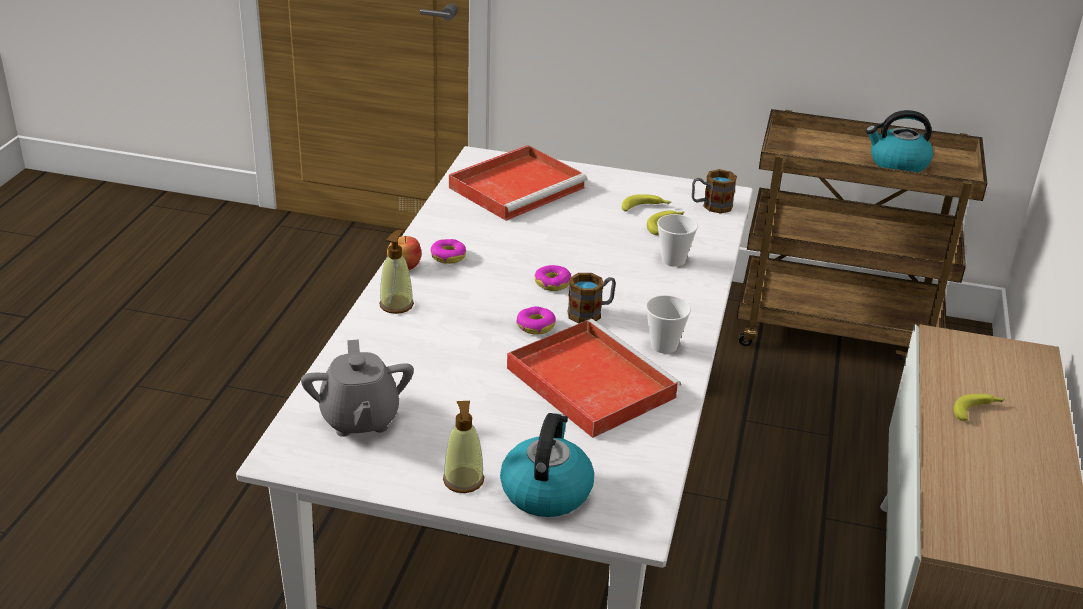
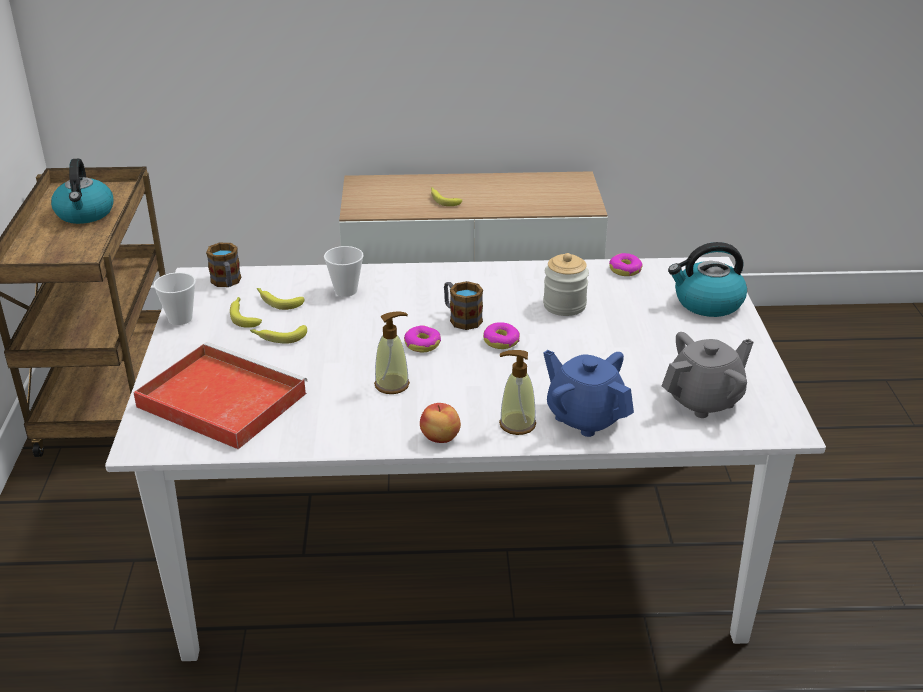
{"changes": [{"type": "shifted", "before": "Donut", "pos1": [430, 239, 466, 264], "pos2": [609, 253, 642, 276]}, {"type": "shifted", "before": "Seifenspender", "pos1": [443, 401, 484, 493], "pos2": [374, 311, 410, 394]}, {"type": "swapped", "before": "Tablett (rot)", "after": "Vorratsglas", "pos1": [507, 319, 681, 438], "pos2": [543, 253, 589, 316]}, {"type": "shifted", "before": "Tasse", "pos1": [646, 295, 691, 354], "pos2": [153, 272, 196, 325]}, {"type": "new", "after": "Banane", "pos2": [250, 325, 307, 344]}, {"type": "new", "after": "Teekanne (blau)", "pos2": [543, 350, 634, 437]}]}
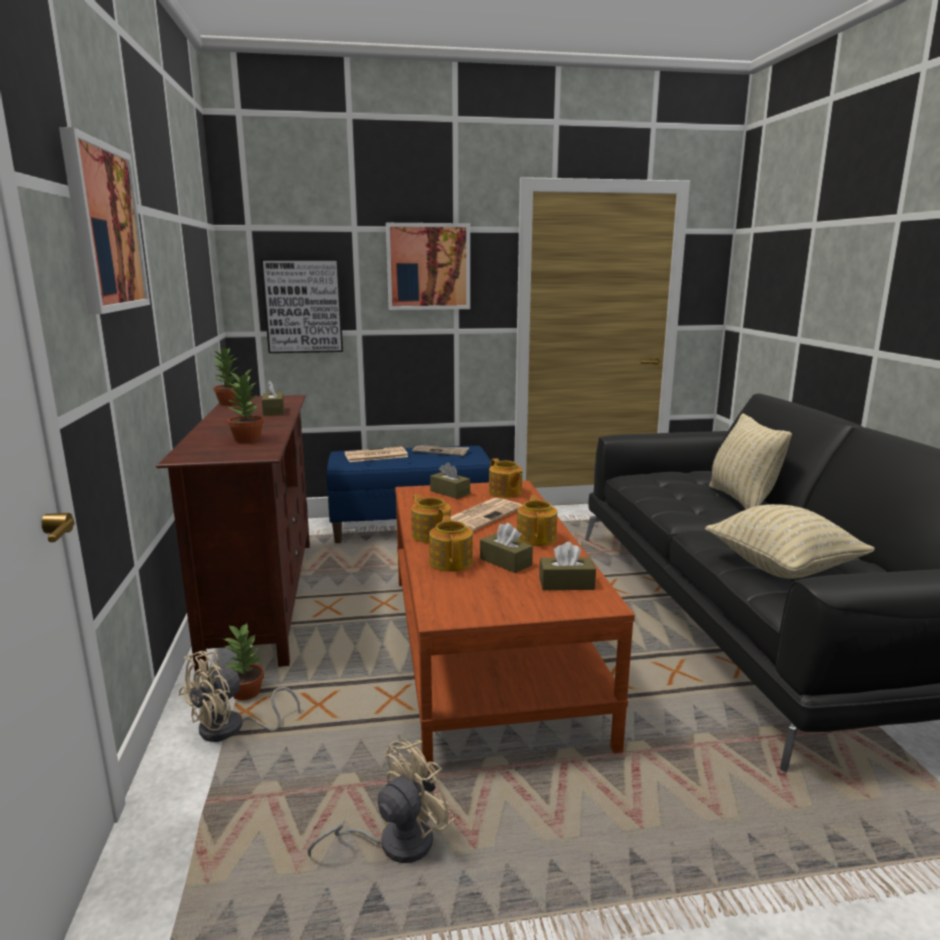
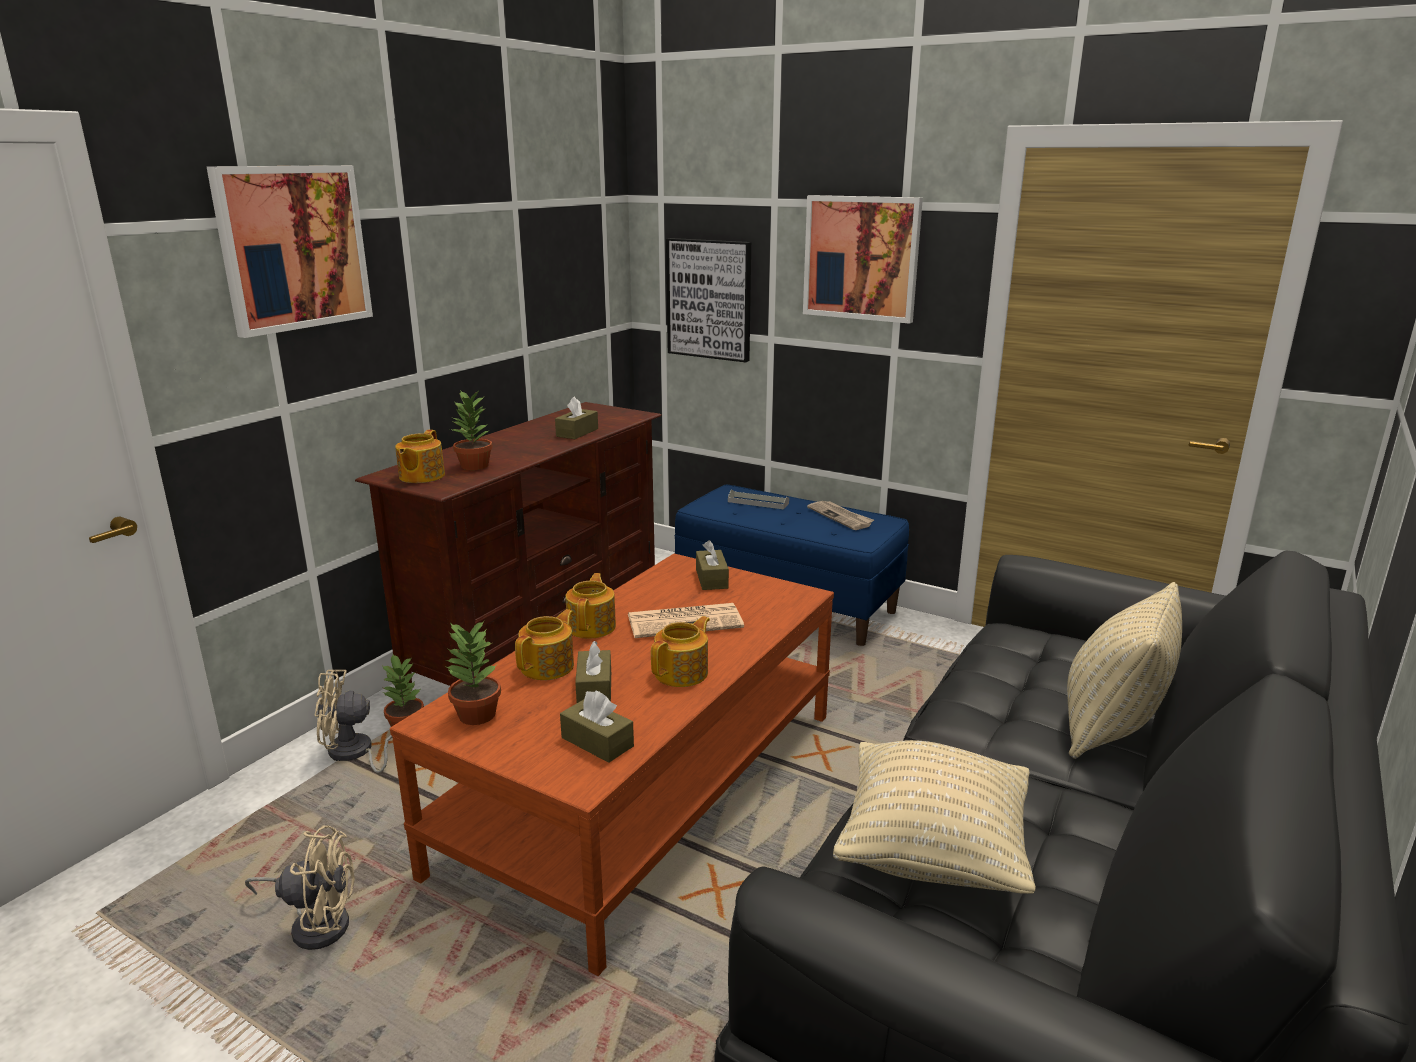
{"changes": [{"type": "shifted", "before": "Topfpflanze", "pos1": [212, 347, 239, 405], "pos2": [446, 620, 501, 725]}, {"type": "swapped", "before": "Zeitung", "after": "Tablett (grau)", "pos1": [344, 446, 408, 462], "pos2": [728, 490, 789, 509]}, {"type": "shifted", "before": "Teekanne", "pos1": [489, 458, 523, 498], "pos2": [395, 430, 445, 483]}]}
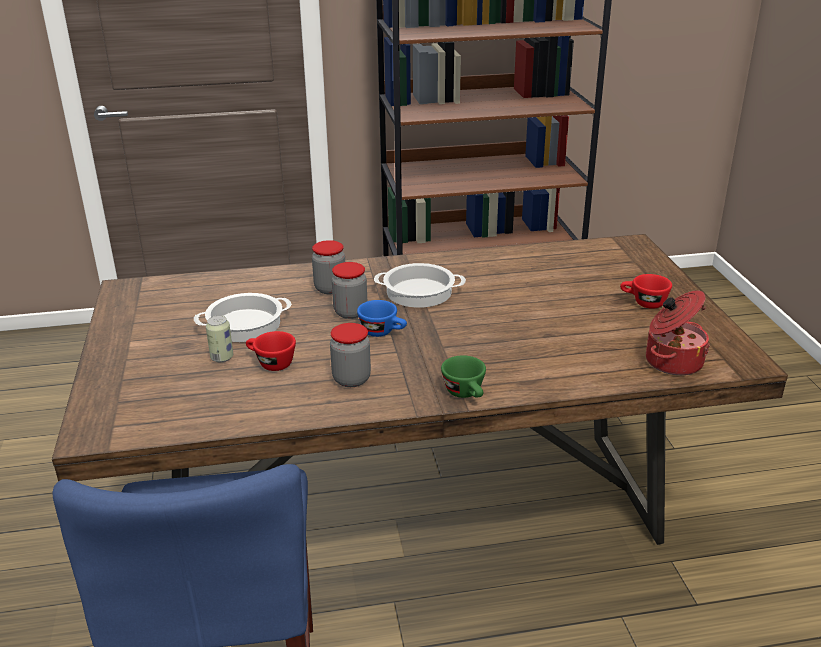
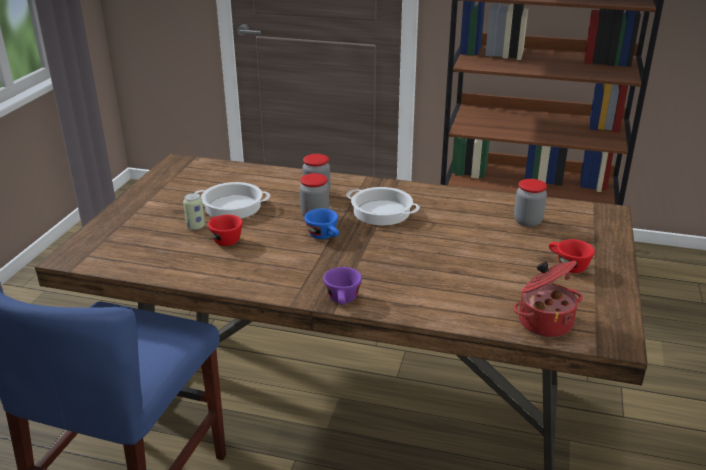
{"changes": [{"type": "shifted", "before": "Vorratsglas", "pos1": [330, 323, 371, 387], "pos2": [514, 179, 547, 227]}, {"type": "repainted", "before": "Tasse (grün)", "after": "Tasse (lila)", "pos1": [441, 355, 486, 398], "pos2": [323, 267, 362, 305]}]}
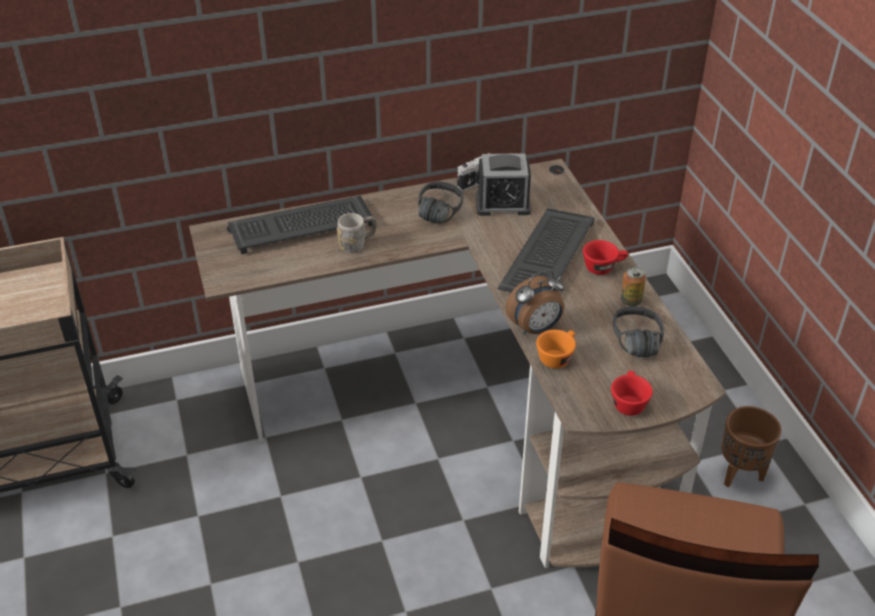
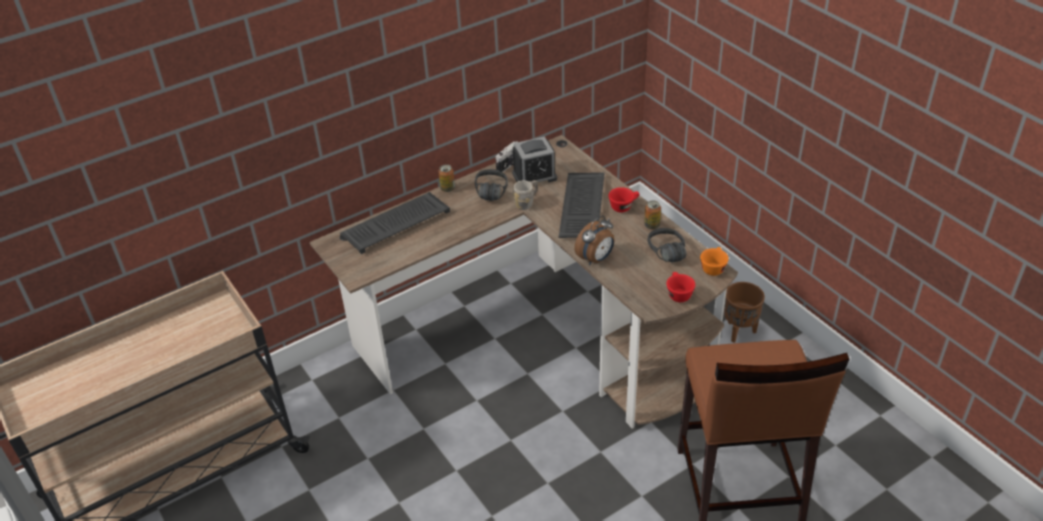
{"changes": [{"type": "shifted", "before": "Henkelbecher (grau)", "pos1": [337, 213, 377, 253], "pos2": [513, 180, 538, 210]}, {"type": "shifted", "before": "Tasse (orange)", "pos1": [536, 330, 576, 369], "pos2": [700, 247, 729, 276]}, {"type": "new", "after": "Dose", "pos2": [438, 165, 455, 192]}]}
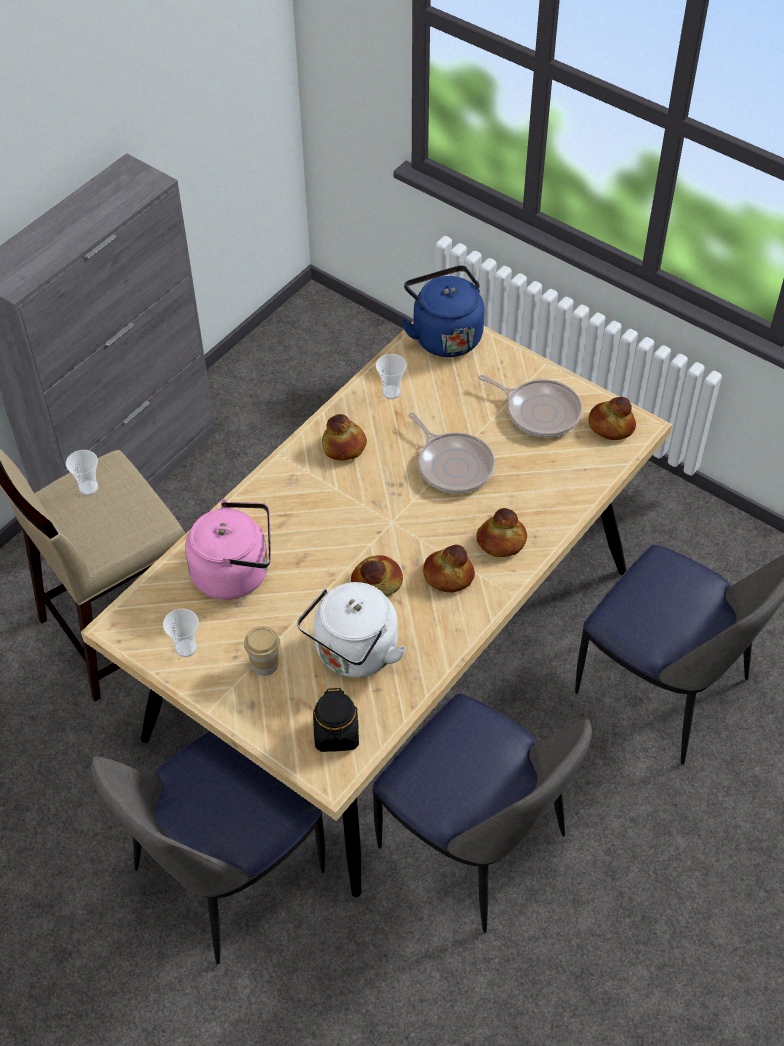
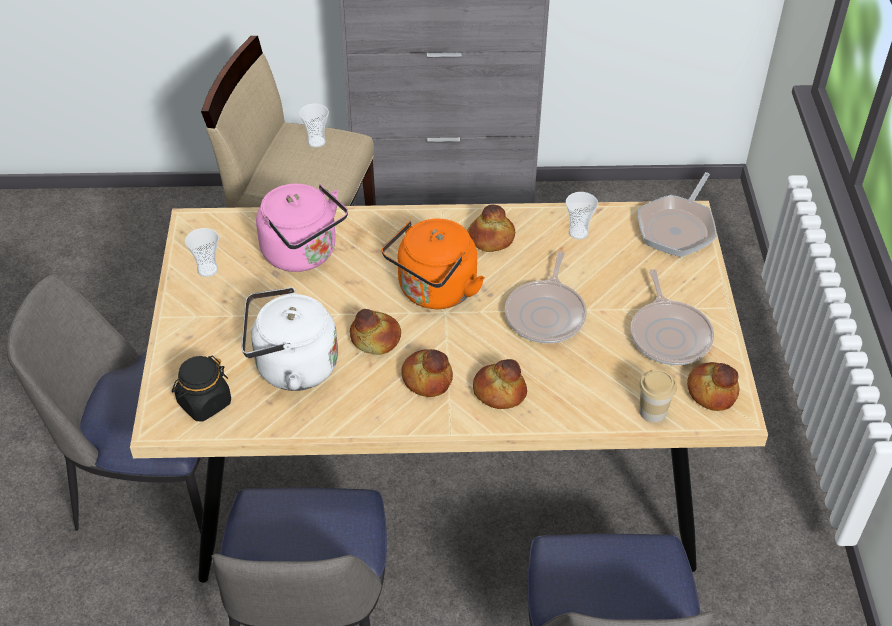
{"changes": [{"type": "shifted", "before": "Tasse", "pos1": [244, 626, 280, 676], "pos2": [639, 369, 677, 423]}, {"type": "swapped", "before": "Wasserkessel (blau)", "after": "Pfanne", "pos1": [402, 265, 484, 357], "pos2": [638, 172, 717, 257]}, {"type": "new", "after": "Wasserkessel (orange)", "pos2": [382, 218, 485, 309]}]}
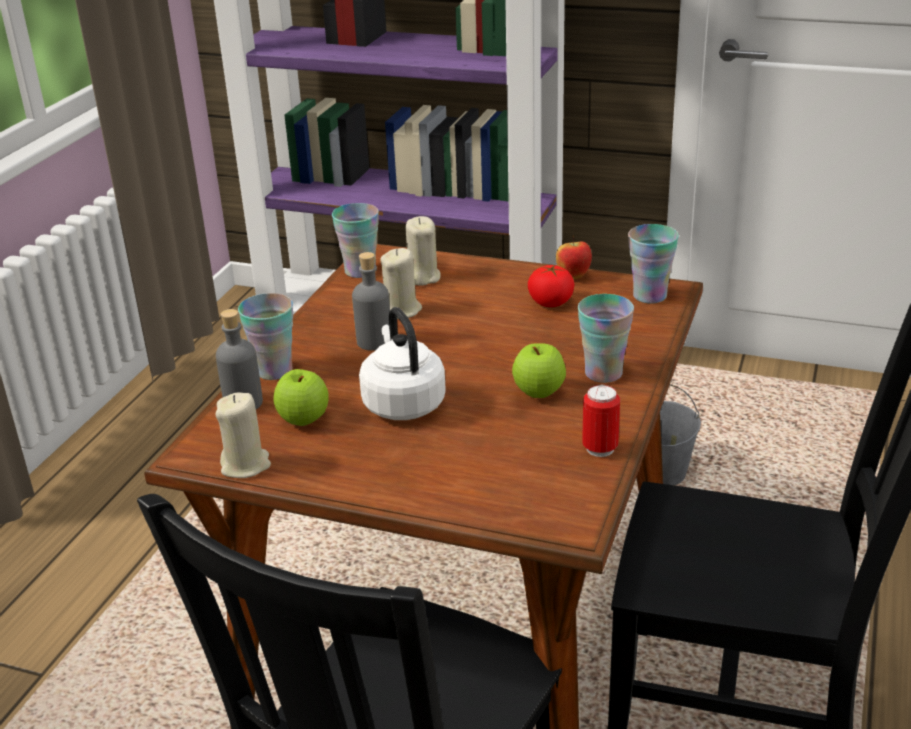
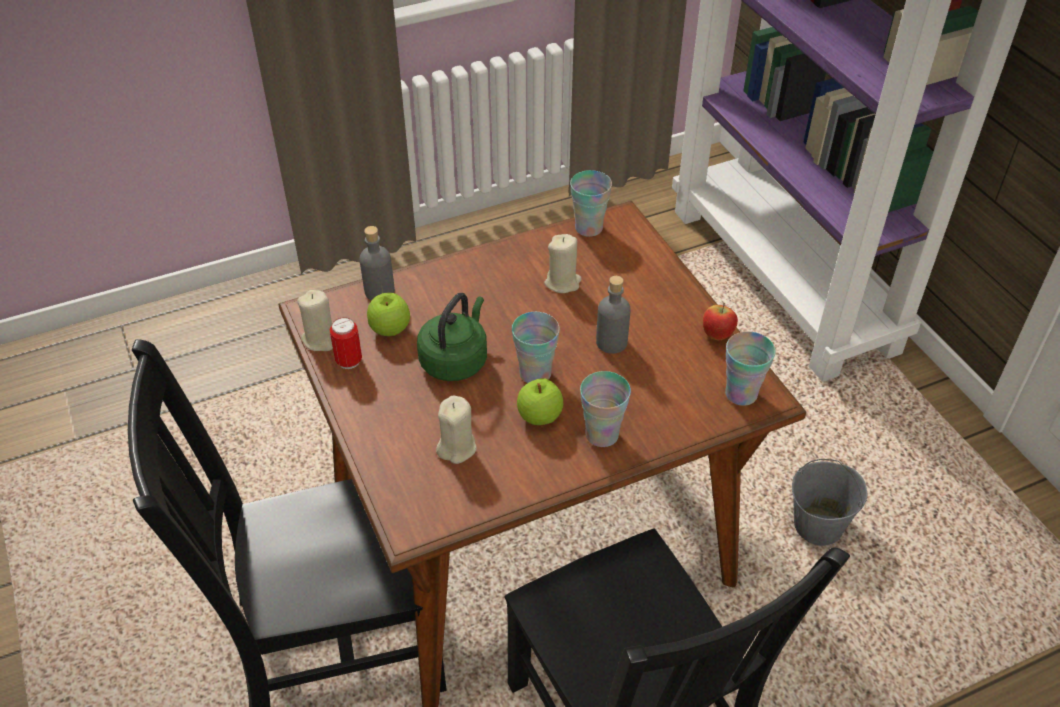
{"changes": [{"type": "shifted", "before": "Tasse", "pos1": [238, 293, 293, 380], "pos2": [512, 312, 560, 383]}, {"type": "shifted", "before": "Flasche (grau)", "pos1": [352, 252, 390, 351], "pos2": [596, 276, 631, 354]}, {"type": "repainted", "before": "Wasserkessel (weiß)", "after": "Wasserkessel (grün)", "pos1": [359, 307, 446, 420], "pos2": [417, 293, 487, 381]}, {"type": "shifted", "before": "Kerze (beige)", "pos1": [405, 216, 441, 286], "pos2": [436, 395, 477, 464]}, {"type": "gone", "before": "Tomate", "pos1": [528, 265, 574, 307]}, {"type": "shifted", "before": "Dose", "pos1": [582, 385, 620, 457], "pos2": [330, 317, 362, 369]}]}
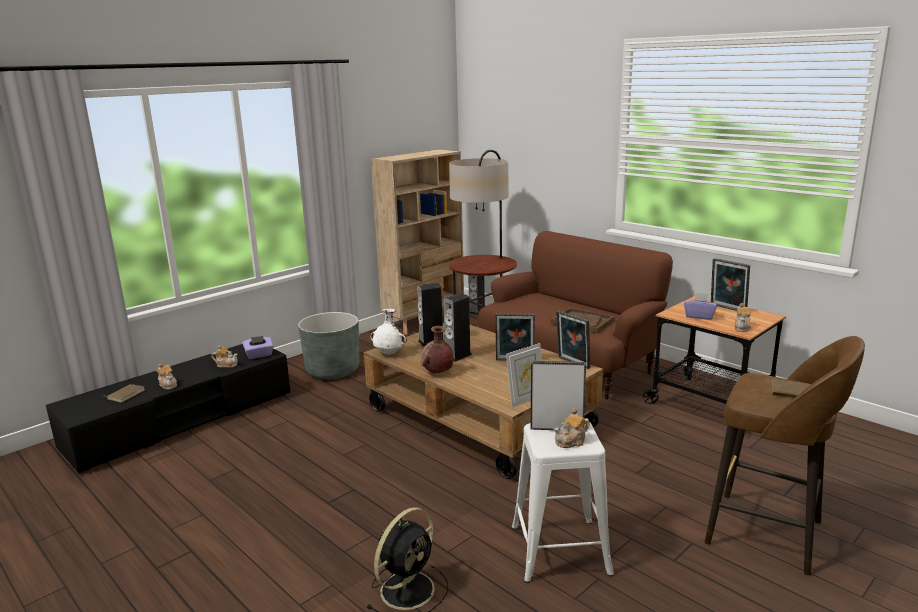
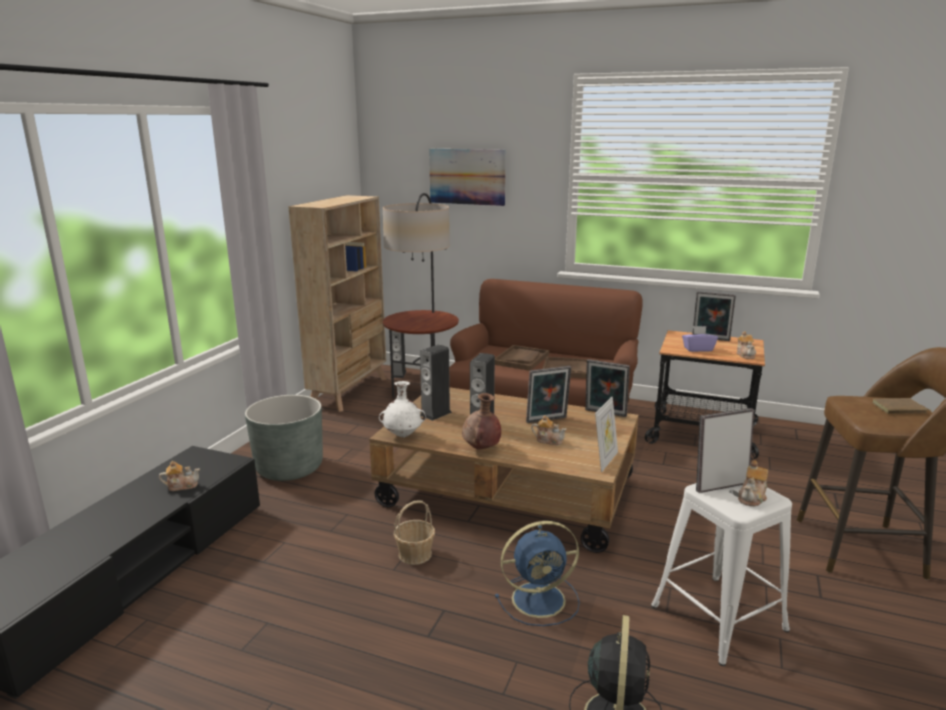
{"changes": [{"type": "gone", "before": "Buch (braun)", "pos1": [102, 384, 145, 403]}, {"type": "shifted", "before": "Teekanne", "pos1": [156, 363, 177, 390], "pos2": [531, 415, 567, 445]}, {"type": "gone", "before": "Taschentuchbox (lila)", "pos1": [242, 336, 273, 359]}, {"type": "new", "after": "Korb", "pos2": [394, 500, 435, 565]}, {"type": "new", "after": "Bild", "pos2": [429, 149, 506, 206]}, {"type": "new", "after": "Tablett (braun)", "pos2": [495, 345, 549, 371]}, {"type": "new", "after": "Ventilator (blau)", "pos2": [495, 521, 580, 626]}]}
